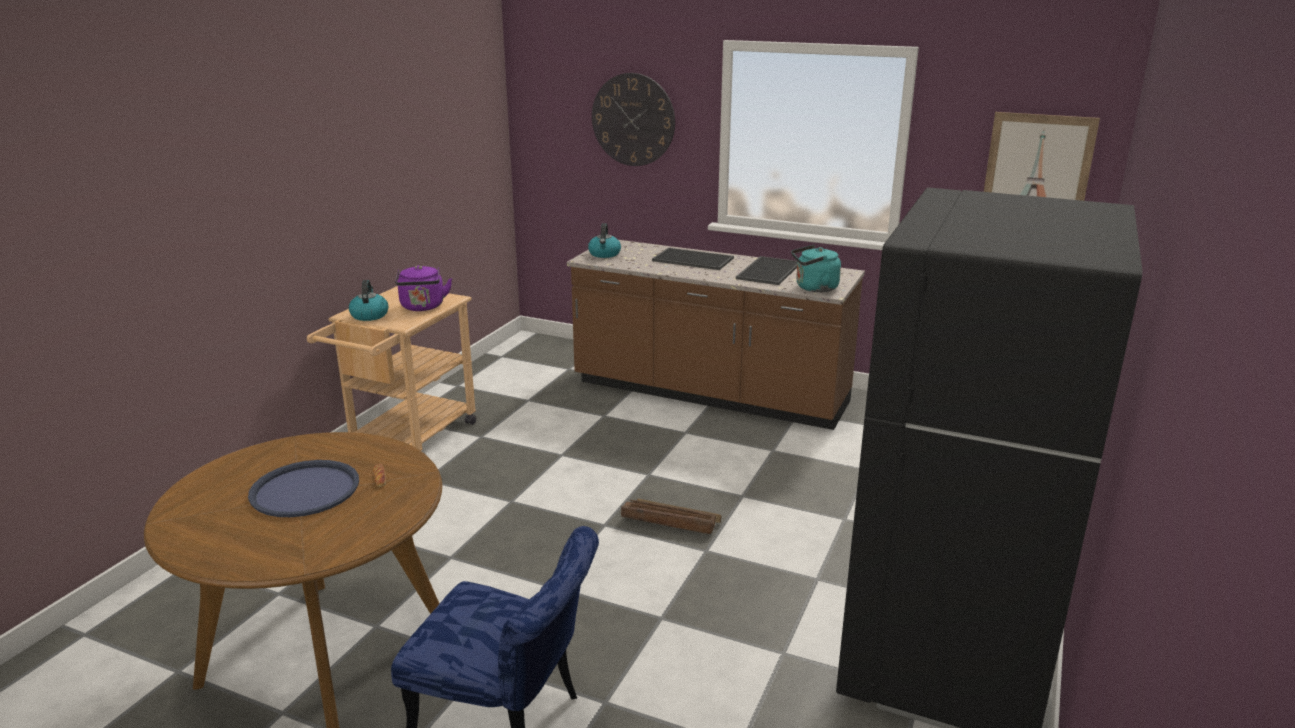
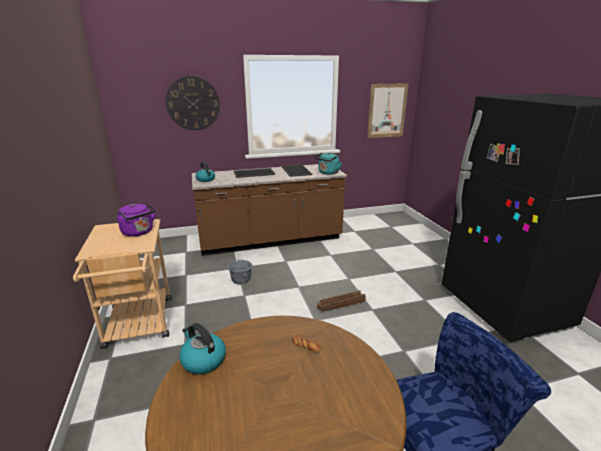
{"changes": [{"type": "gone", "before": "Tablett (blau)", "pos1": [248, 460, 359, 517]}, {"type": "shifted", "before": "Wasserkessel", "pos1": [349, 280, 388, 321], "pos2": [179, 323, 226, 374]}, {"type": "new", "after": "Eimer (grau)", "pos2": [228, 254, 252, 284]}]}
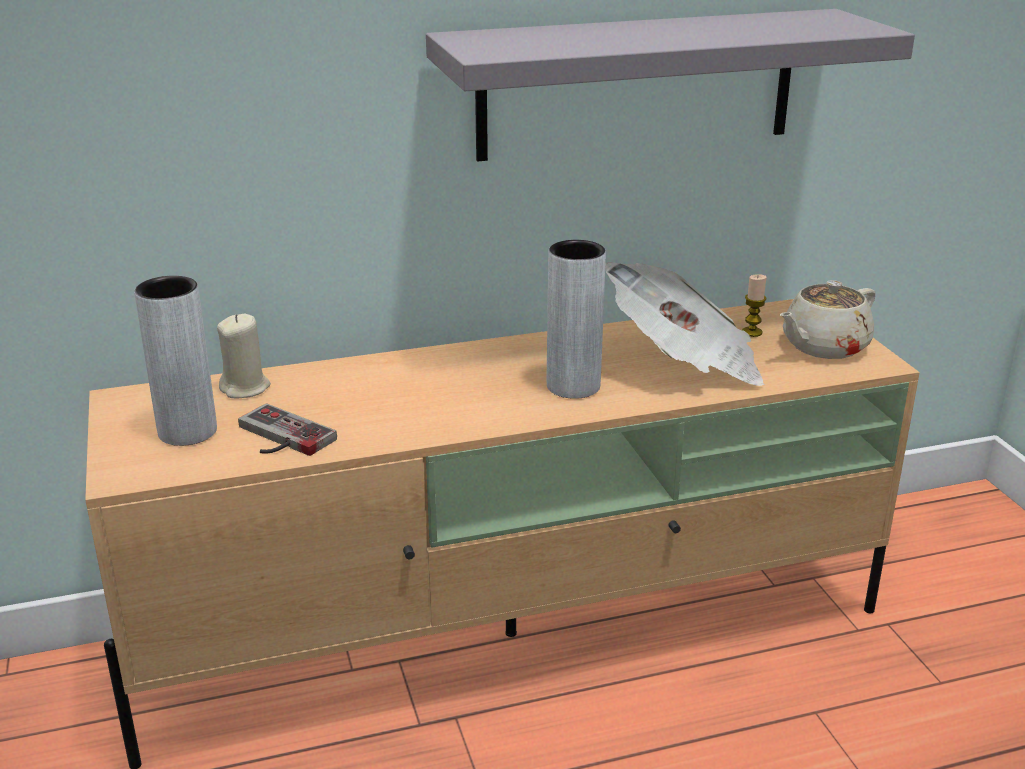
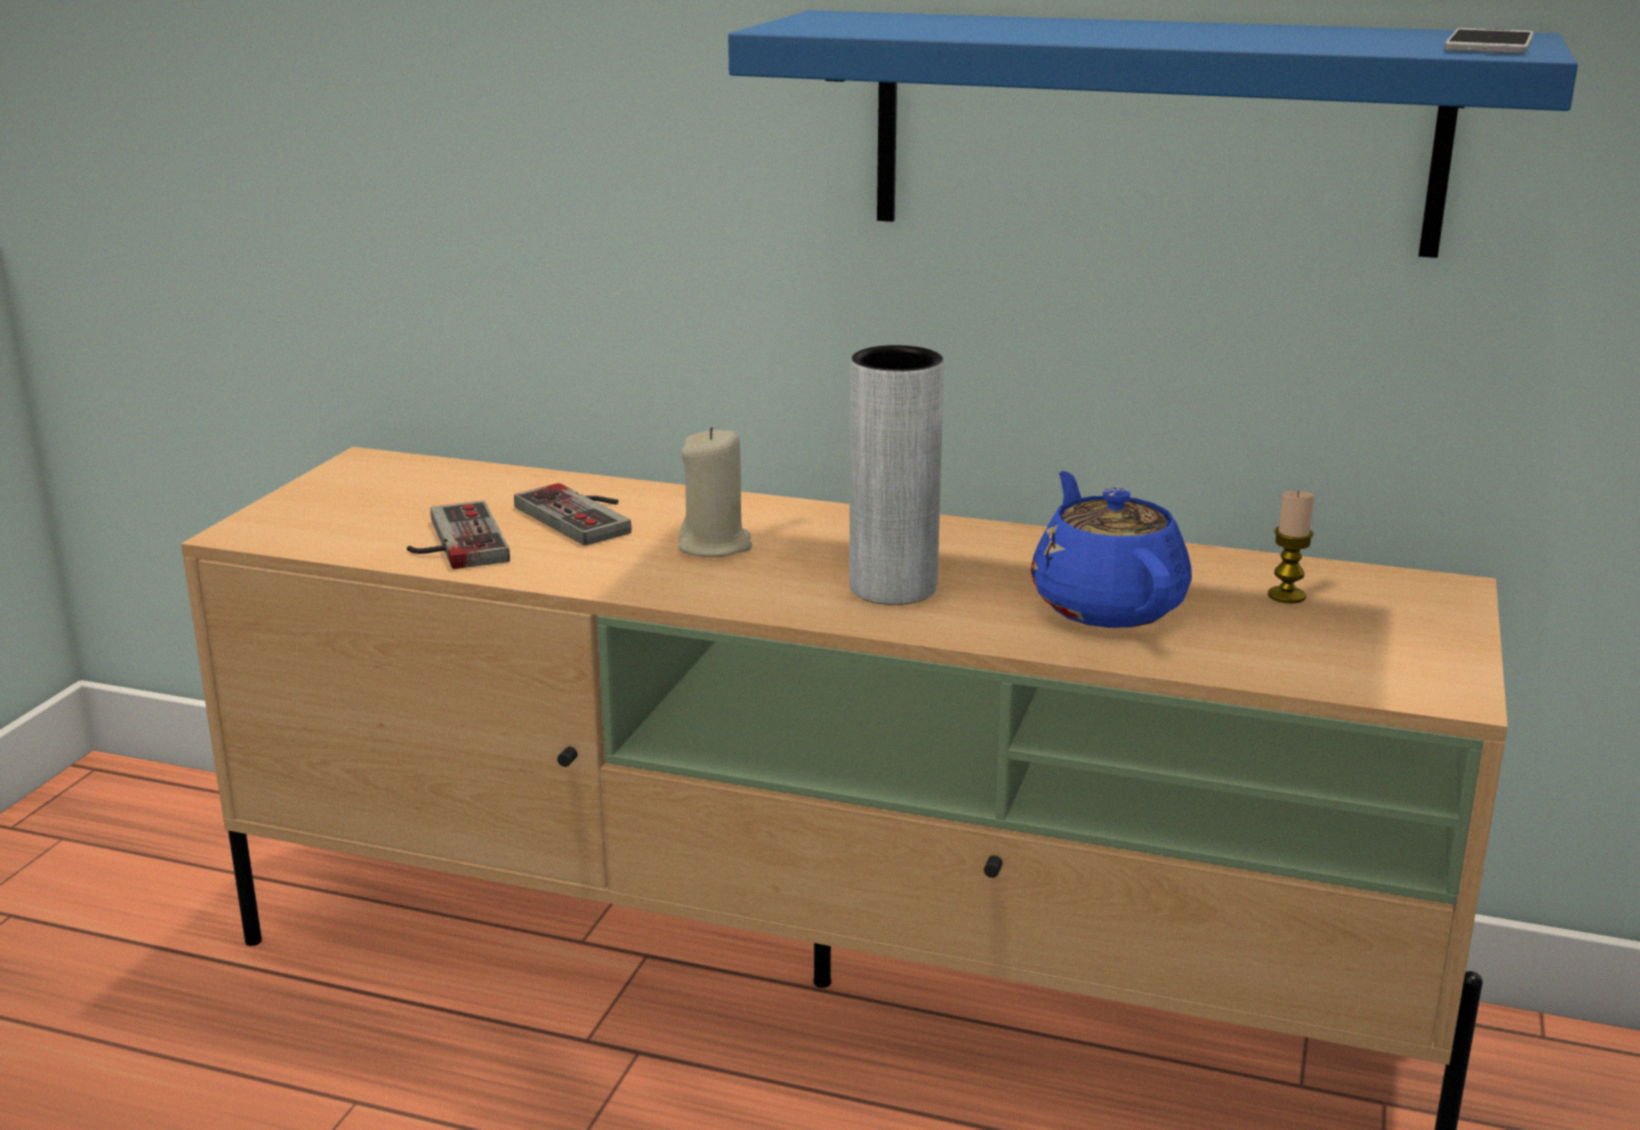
{"changes": [{"type": "gone", "before": "Vase (grau)", "pos1": [134, 276, 217, 446]}, {"type": "shifted", "before": "Kerze (beige)", "pos1": [217, 314, 271, 398], "pos2": [678, 427, 752, 557]}, {"type": "repainted", "before": "Wandregal (grau)", "after": "Wandregal (blau)", "pos1": [426, 9, 915, 162], "pos2": [728, 10, 1578, 258]}, {"type": "swapped", "before": "Zeitung", "after": "Teekanne (blau)", "pos1": [605, 262, 765, 386], "pos2": [1031, 471, 1192, 628]}, {"type": "gone", "before": "Teekanne (beige)", "pos1": [780, 280, 876, 359]}, {"type": "new", "after": "Gamepad", "pos2": [514, 483, 632, 546]}, {"type": "new", "after": "Handy", "pos2": [1444, 28, 1534, 53]}]}
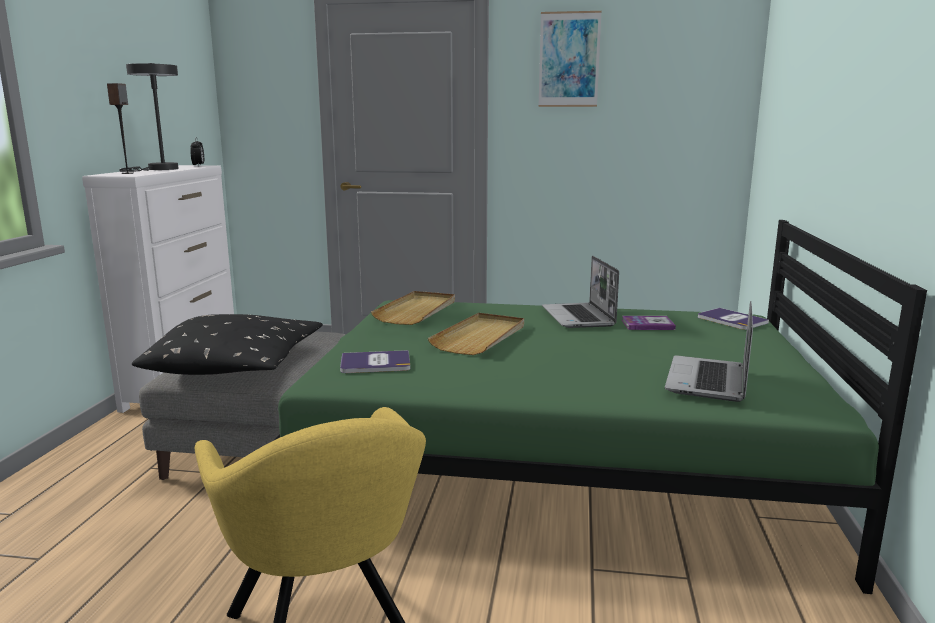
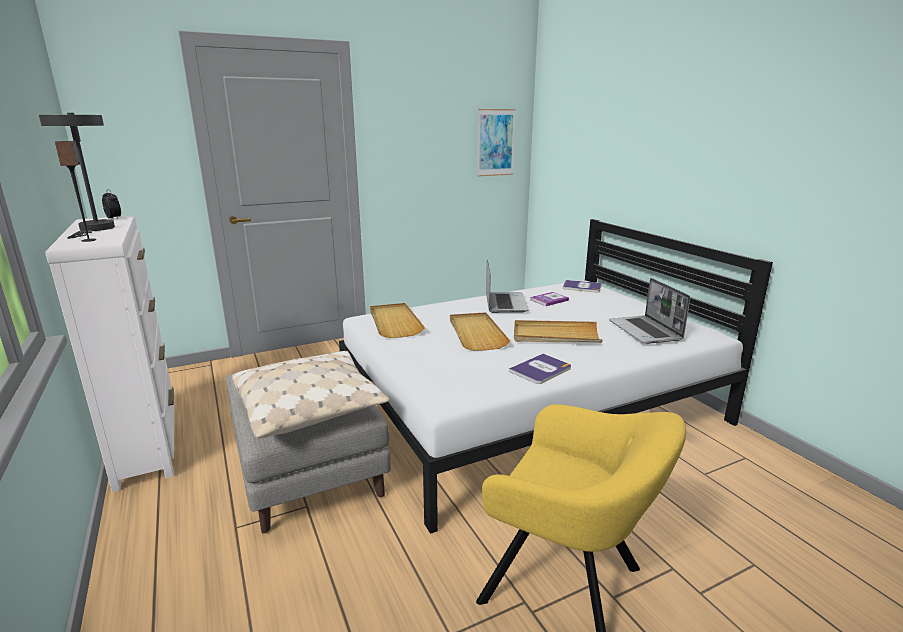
{"changes": [{"type": "repainted", "before": "Kissen (schwarz)", "after": "Kissen (beige)", "pos1": [132, 314, 323, 375], "pos2": [232, 351, 390, 438]}, {"type": "repainted", "before": "Bett (grün)", "after": "Bett (weiß)", "pos1": [275, 220, 927, 594], "pos2": [339, 219, 773, 534]}, {"type": "shifted", "before": "Buch", "pos1": [340, 350, 410, 373], "pos2": [509, 354, 571, 384]}, {"type": "shifted", "before": "Bild", "pos1": [538, 11, 602, 107], "pos2": [477, 109, 516, 176]}, {"type": "rotated", "before": "Laptop", "pos1": [542, 256, 619, 328], "pos2": [486, 259, 529, 313], "turn": -135}, {"type": "new", "after": "Tablett (beige)", "pos2": [514, 320, 603, 343]}]}
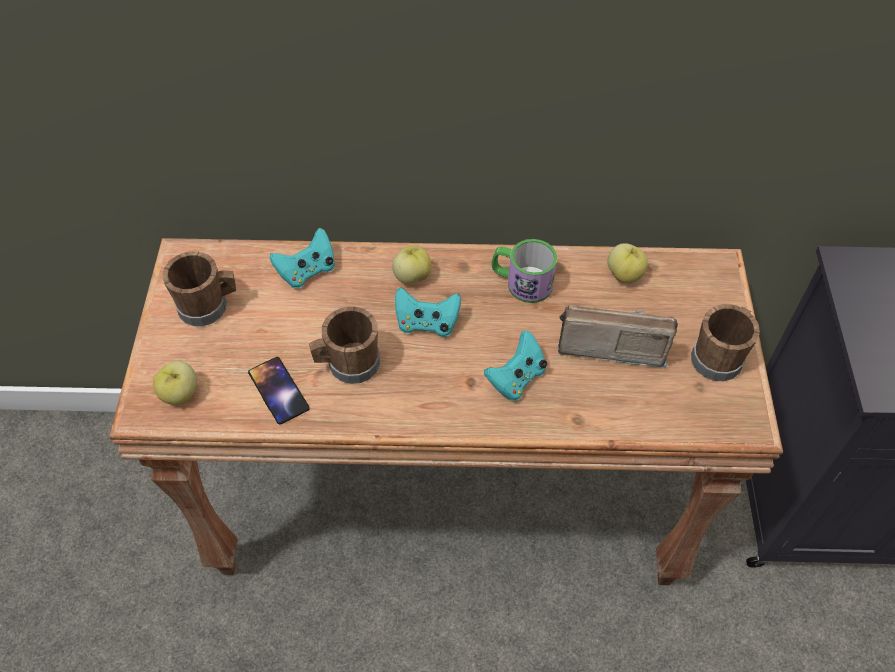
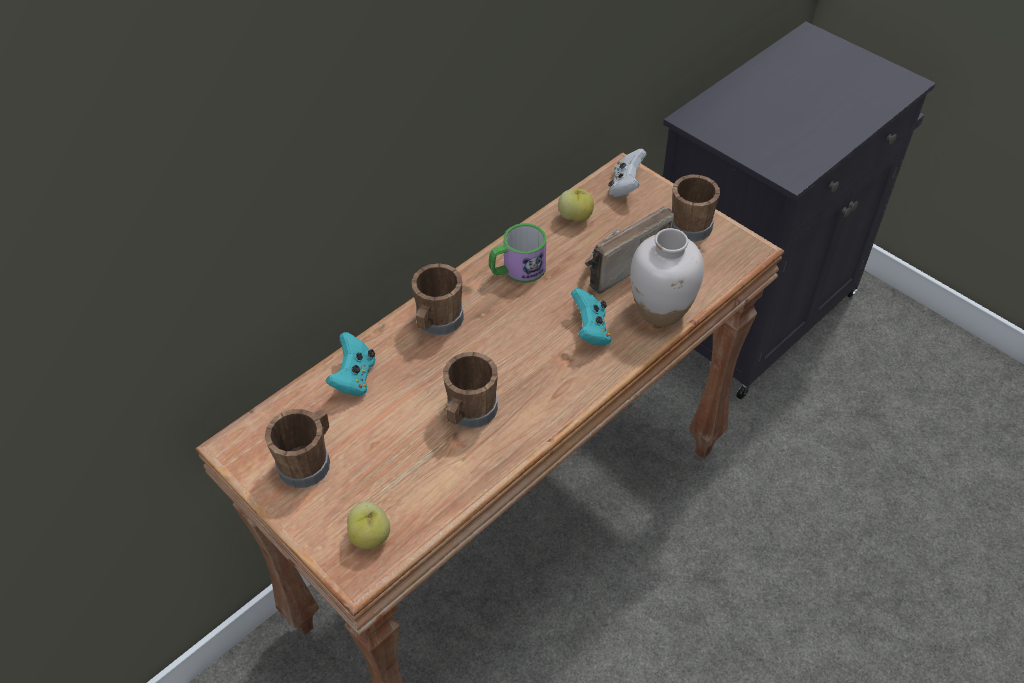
{"changes": [{"type": "gone", "before": "Handy", "pos1": [248, 357, 310, 424]}, {"type": "swapped", "before": "Apfel", "after": "Henkelbecher (braun)", "pos1": [392, 246, 431, 284], "pos2": [411, 263, 464, 335]}, {"type": "gone", "before": "Gamepad (türkis)", "pos1": [395, 287, 461, 337]}, {"type": "new", "after": "Gamepad (weiß)", "pos2": [608, 149, 646, 197]}, {"type": "new", "after": "Vase (weiß)", "pos2": [631, 228, 704, 327]}]}
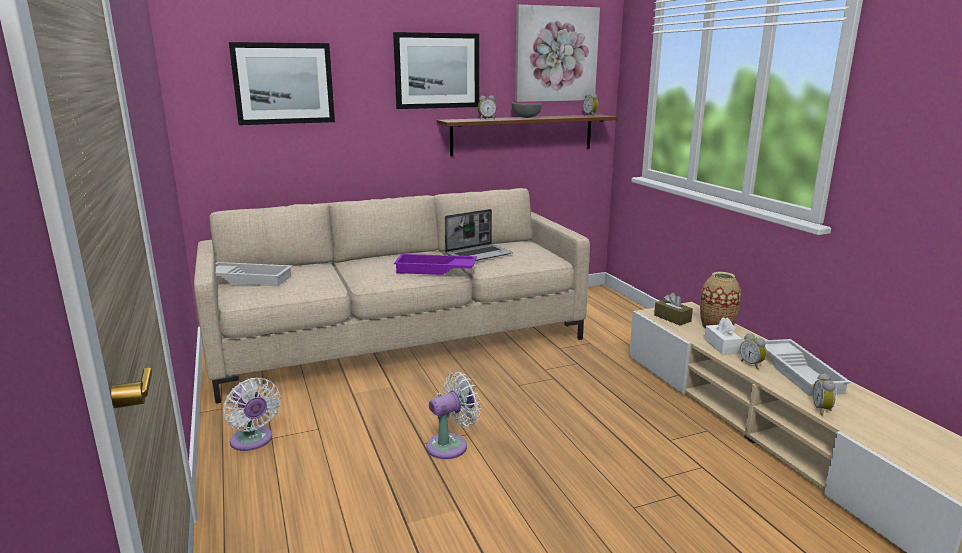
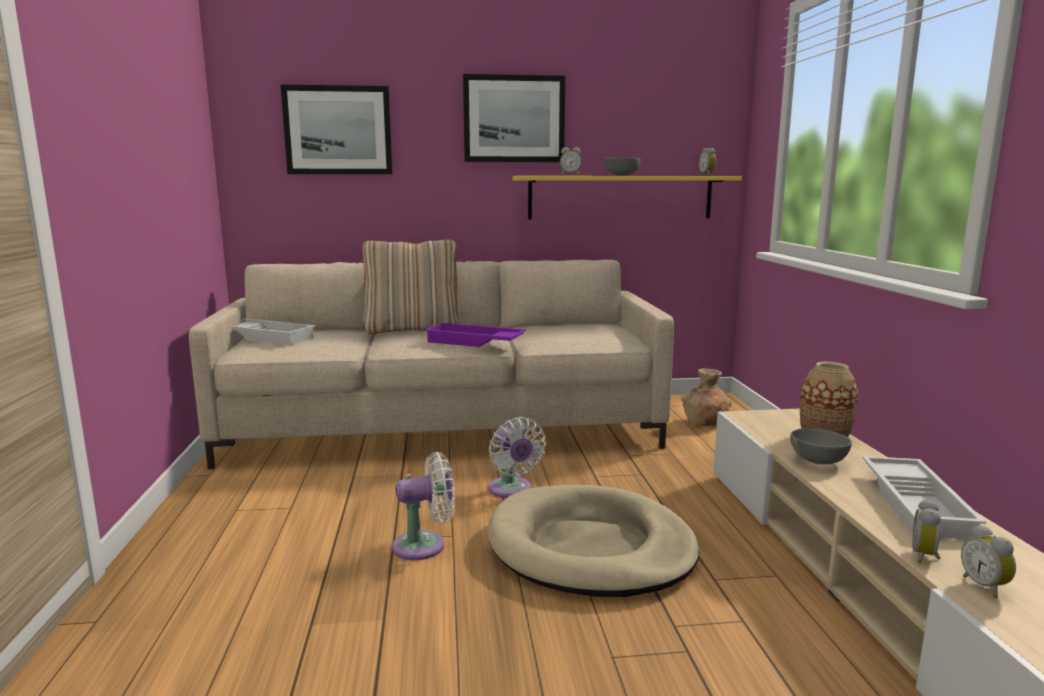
{"changes": [{"type": "shifted", "before": "Ventilator (weiß)", "pos1": [223, 377, 281, 451], "pos2": [488, 417, 546, 498]}, {"type": "repainted", "before": "Wandregal (braun)", "after": "Wandregal (gelb)", "pos1": [437, 114, 618, 156], "pos2": [512, 176, 742, 219]}, {"type": "gone", "before": "Laptop", "pos1": [445, 209, 513, 261]}, {"type": "gone", "before": "Bild", "pos1": [515, 5, 600, 102]}, {"type": "gone", "before": "Taschentuchbox (braun)", "pos1": [654, 292, 693, 325]}, {"type": "swapped", "before": "Taschentuchbox (weiß)", "after": "Schüssel (grau)", "pos1": [704, 317, 742, 355], "pos2": [790, 428, 852, 464]}, {"type": "shifted", "before": "Wecker", "pos1": [740, 333, 767, 369], "pos2": [961, 525, 1016, 598]}, {"type": "new", "after": "Kissen (beige)", "pos2": [362, 239, 459, 334]}, {"type": "new", "after": "Hundebett (beige)", "pos2": [488, 485, 699, 597]}, {"type": "new", "after": "Vase (braun)", "pos2": [681, 369, 731, 426]}]}
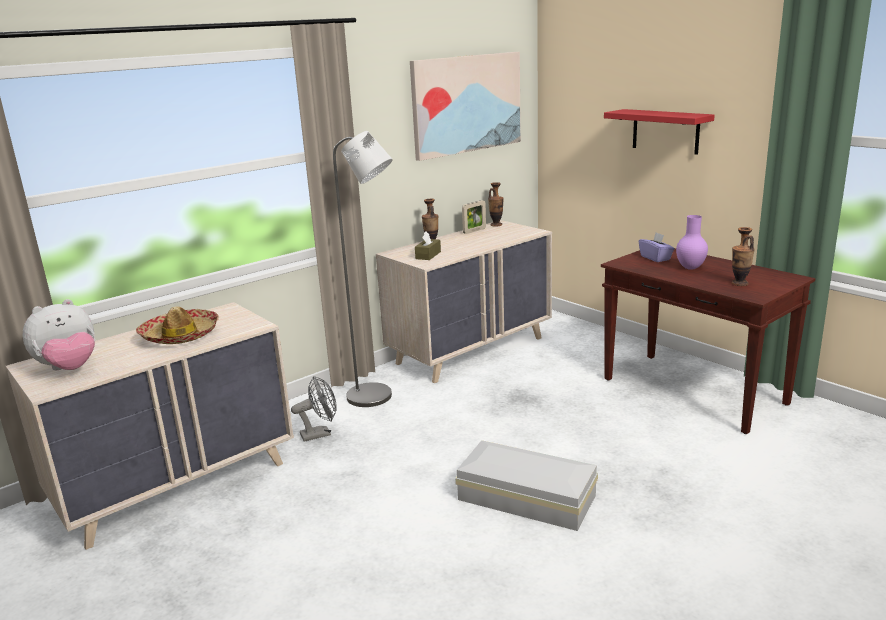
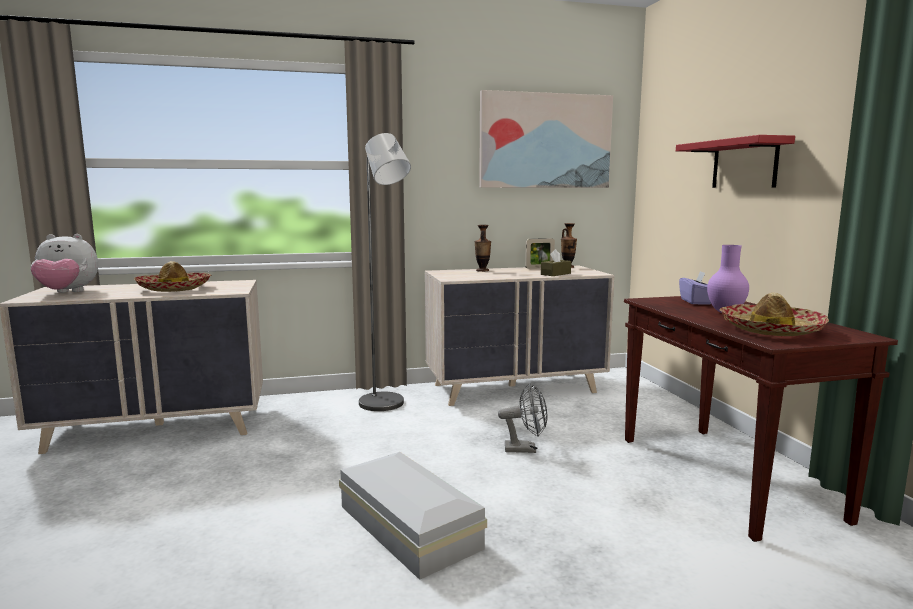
{"changes": [{"type": "shifted", "before": "Ventilator (grau)", "pos1": [291, 376, 337, 442], "pos2": [498, 383, 547, 453]}, {"type": "shifted", "before": "Taschentuchbox (braun)", "pos1": [415, 231, 441, 260], "pos2": [541, 249, 571, 276]}, {"type": "swapped", "before": "Vase", "after": "Hut", "pos1": [732, 227, 755, 286], "pos2": [720, 293, 829, 336]}]}
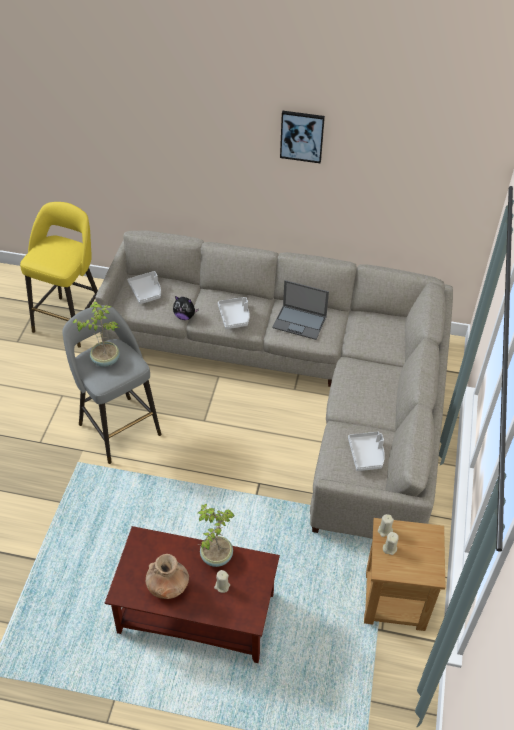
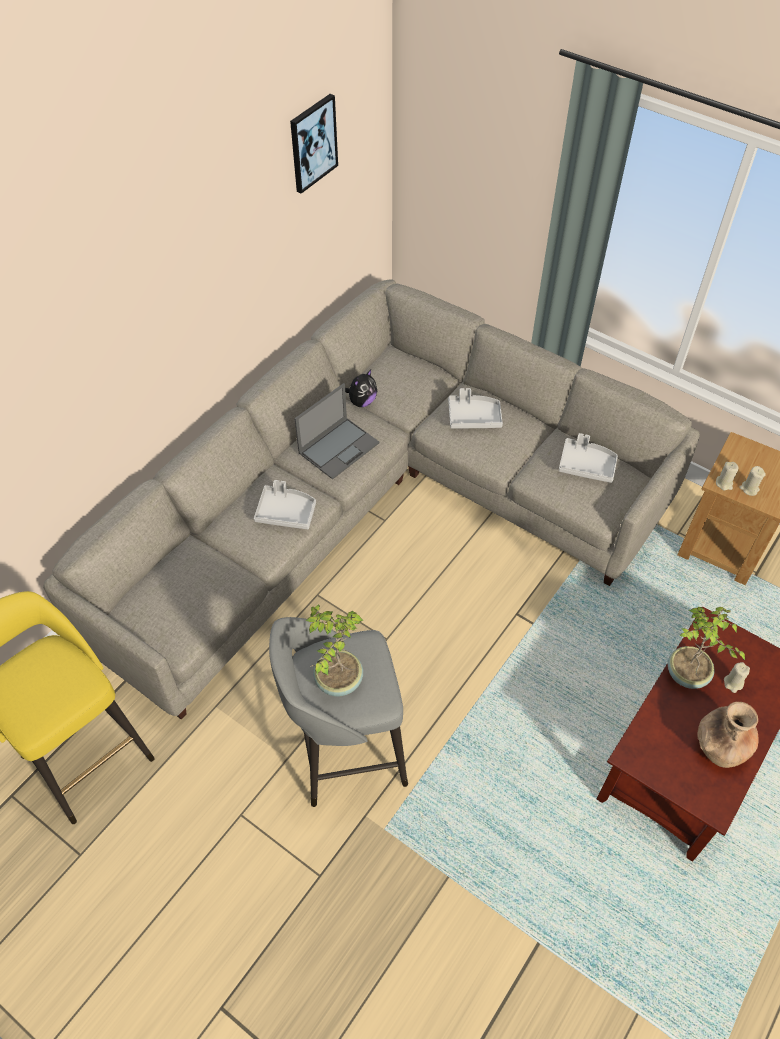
{"changes": [{"type": "shifted", "before": "Tablett (grau)", "pos1": [128, 271, 161, 304], "pos2": [448, 388, 503, 428]}, {"type": "shifted", "before": "Plüschtier", "pos1": [173, 296, 199, 320], "pos2": [345, 370, 377, 407]}, {"type": "shifted", "before": "Bild", "pos1": [280, 111, 325, 163], "pos2": [290, 94, 338, 194]}]}
